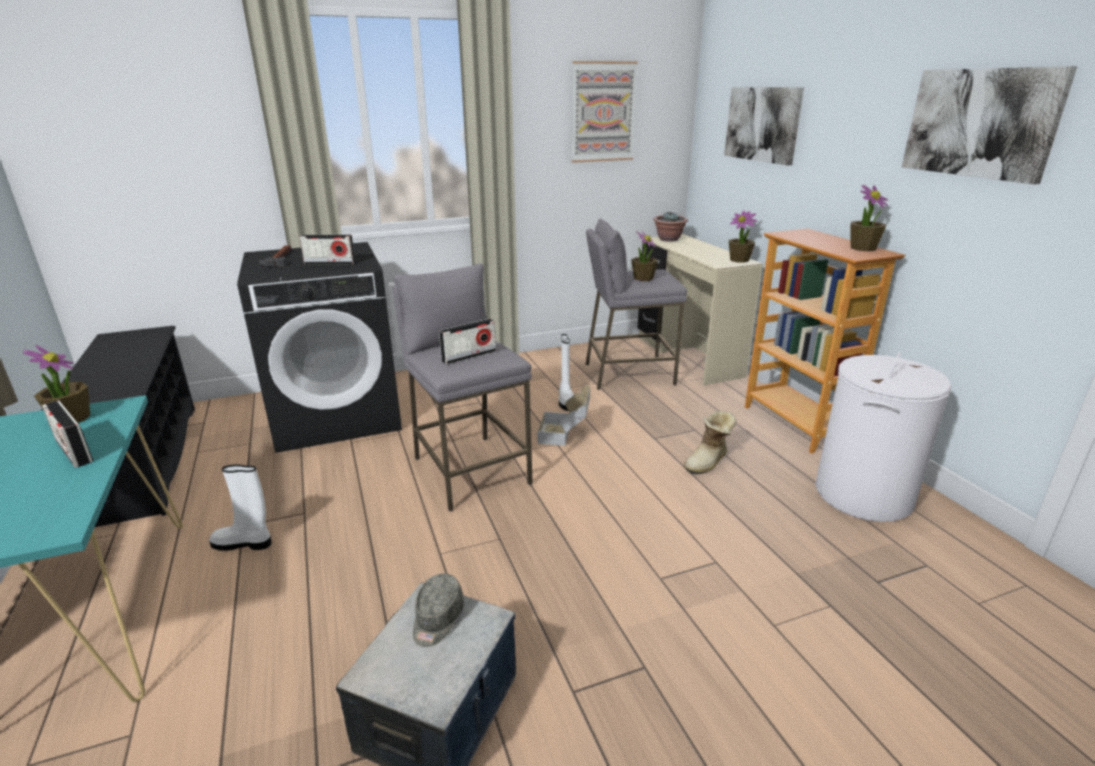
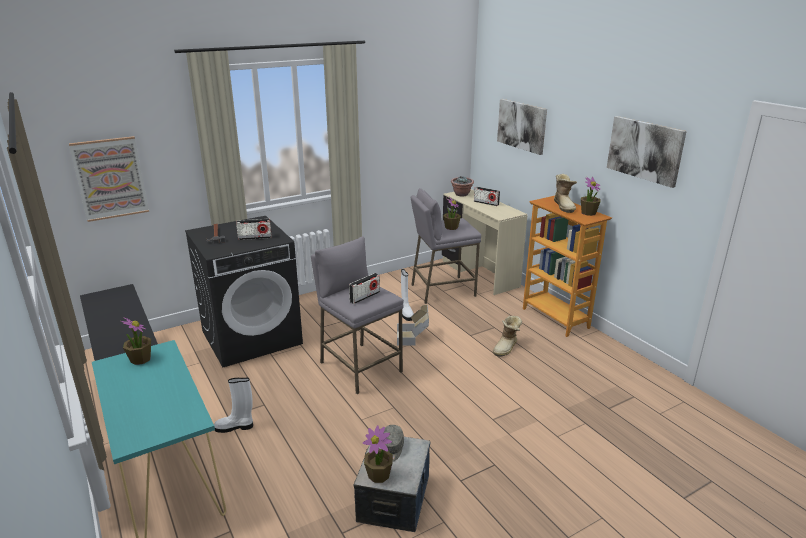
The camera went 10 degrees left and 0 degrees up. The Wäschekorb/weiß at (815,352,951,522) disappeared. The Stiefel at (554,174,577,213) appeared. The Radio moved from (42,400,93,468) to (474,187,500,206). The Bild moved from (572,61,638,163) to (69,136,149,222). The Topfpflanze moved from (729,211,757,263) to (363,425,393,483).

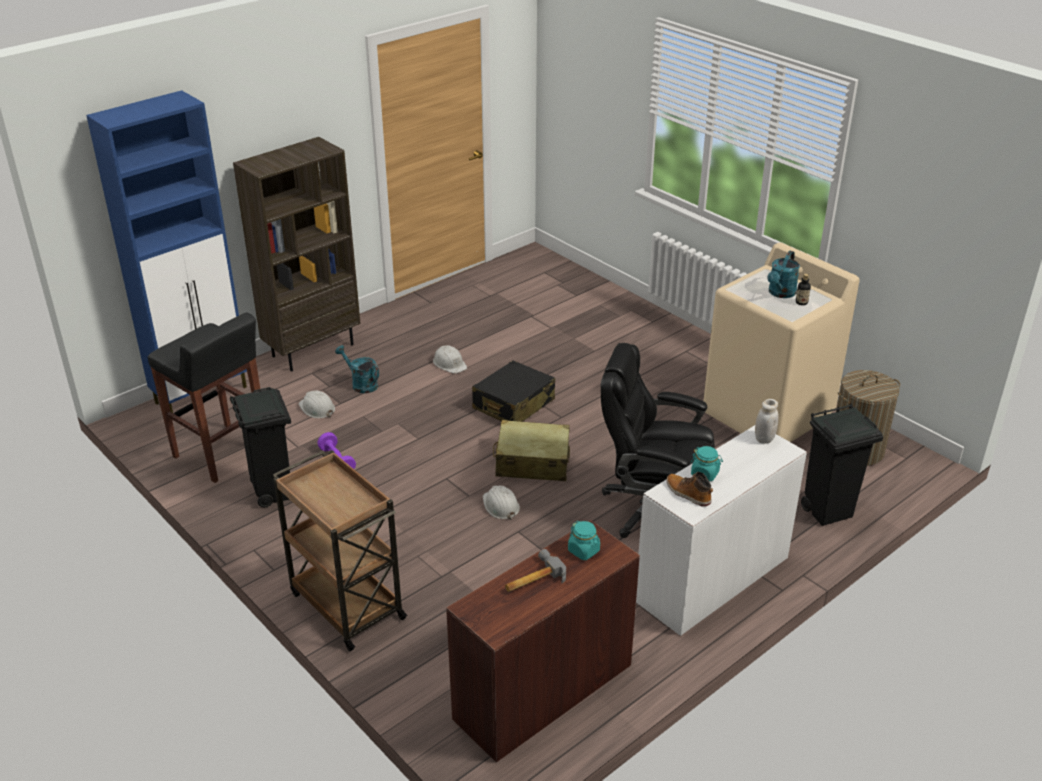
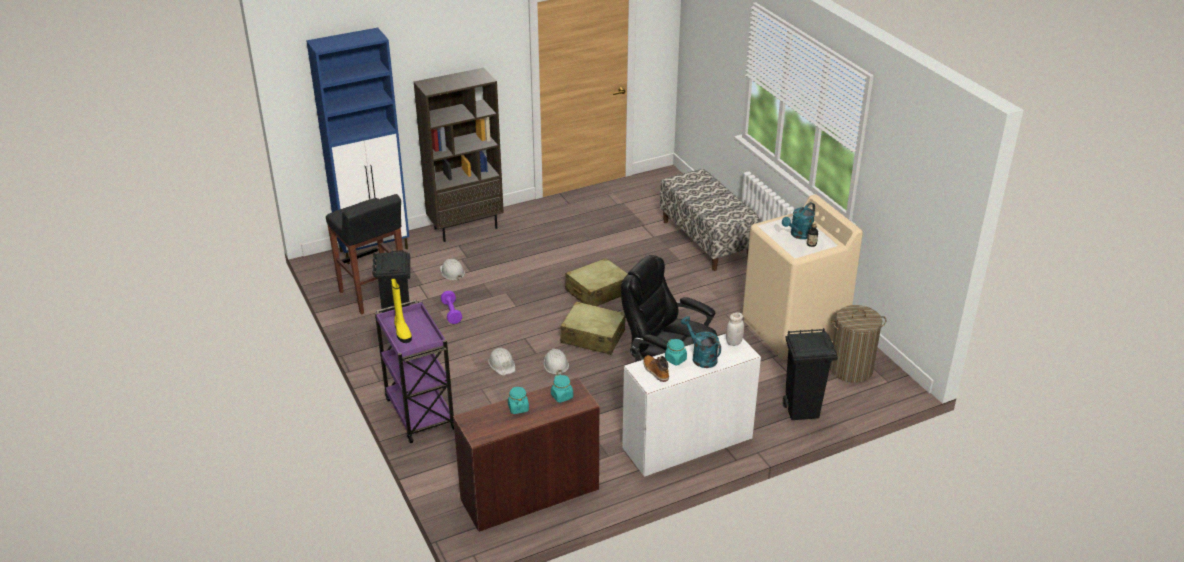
The camera went 15 degrees right and 0 degrees up. The Stiefel/gelb at (391,278,412,343) appeared. The Bank at (660,169,760,271) appeared. The Gießkanne/türkis moved from (335,345,379,393) to (681,316,721,368). The Schutzhelm/weiß moved from (433,345,467,374) to (488,348,515,375). The Hammer at (505,549,566,592) was replaced by the Vorratsglas/türkis at (508,386,529,414). The Rollwagen/braun at (273,450,408,651) became the Rollwagen/lila at (375,300,454,443). The Koffer/schwarz at (472,360,555,422) became the Koffer/beige at (565,258,628,306).

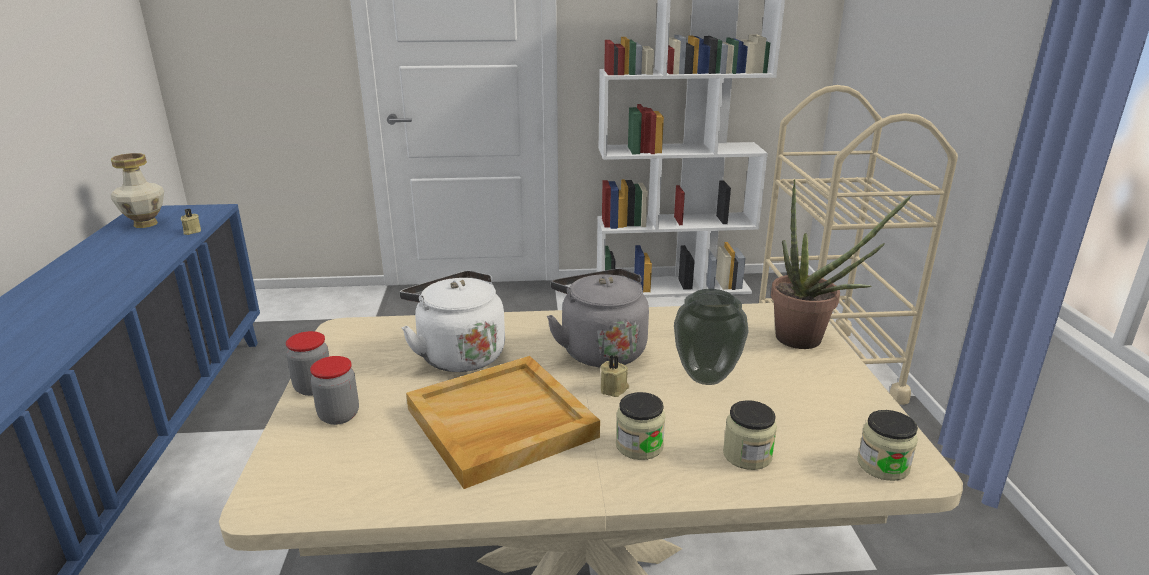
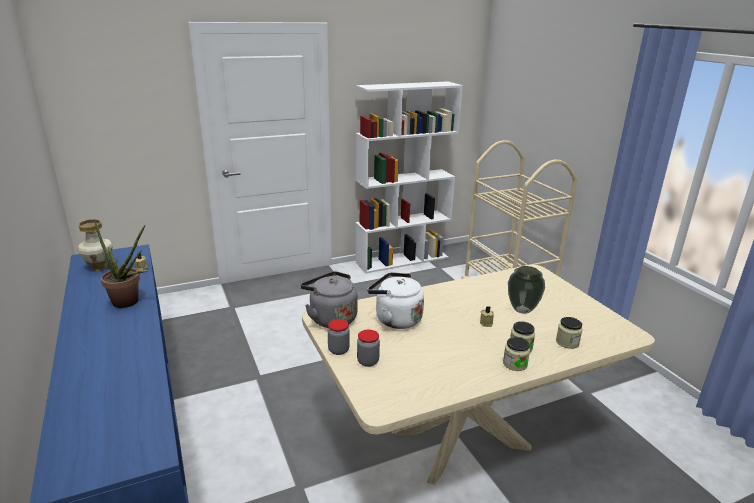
The camera went 20 degrees left and 0 degrees up. The Tablett/beige at (406,356,600,489) disappeared. The Wasserkessel/grau moved from (547,268,649,367) to (301,271,358,328). The Topfpflanze moved from (771,179,912,349) to (94,220,148,308). The Vorratsglas moved from (857,410,918,481) to (503,337,530,371).

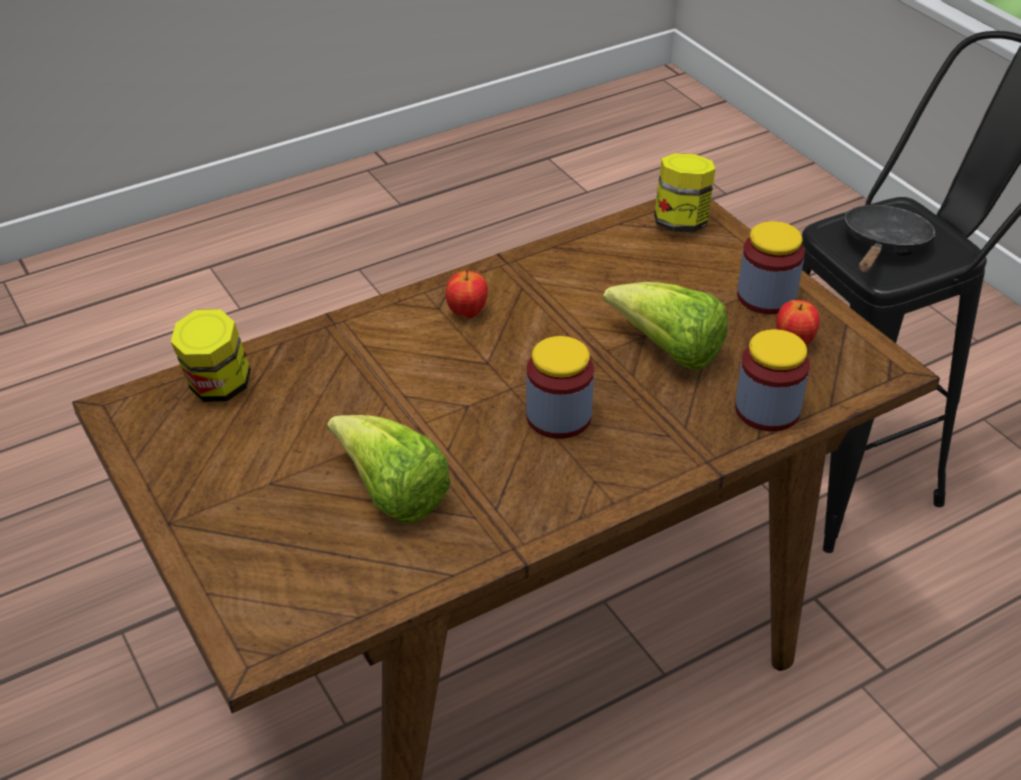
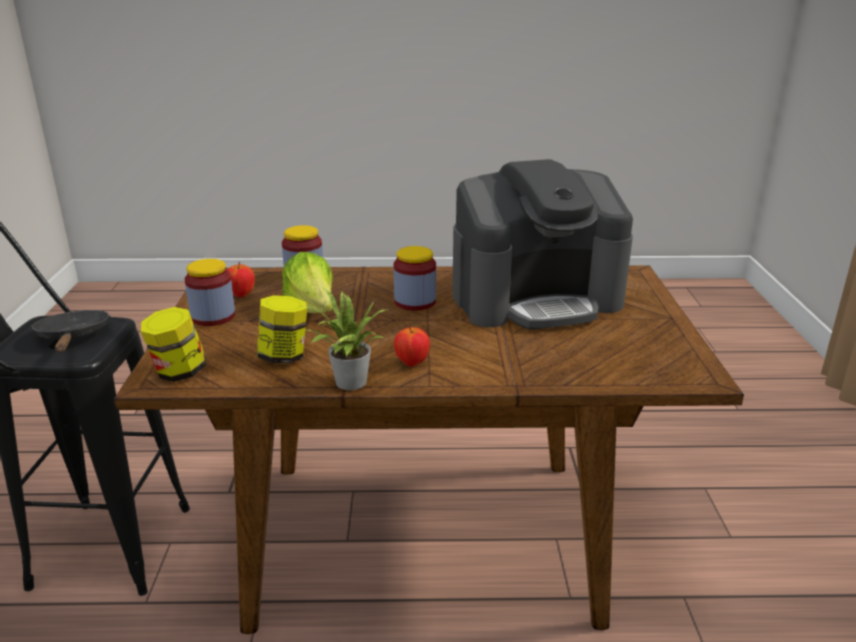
The camera went 150 degrees left and 15 degrees down. The Topfpflanze at (298,287,388,390) appeared. The Vorratsglas moved from (171,309,251,402) to (257,295,307,364). The Salatkopf at (327,415,451,523) was replaced by the Kaffeemaschine at (452,159,633,330). The Pfanne/schwarz at (845,205,936,273) turned 105 degrees clockwise.

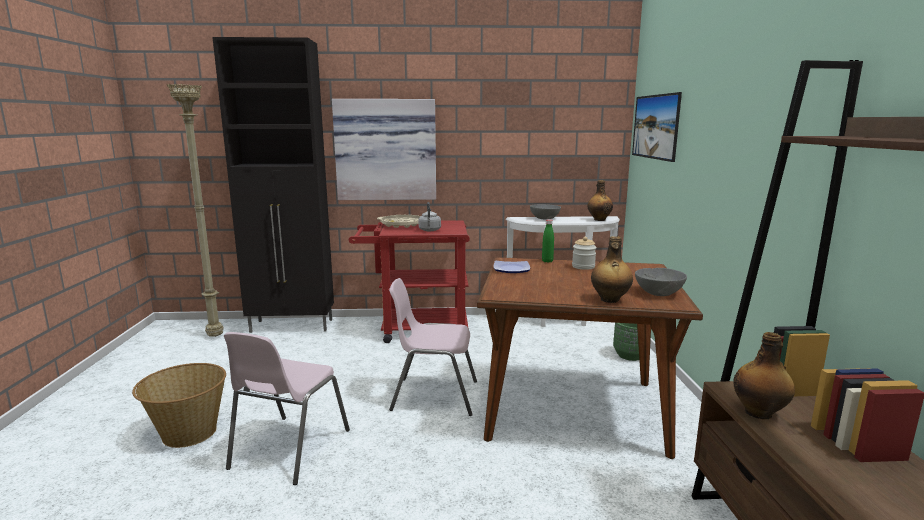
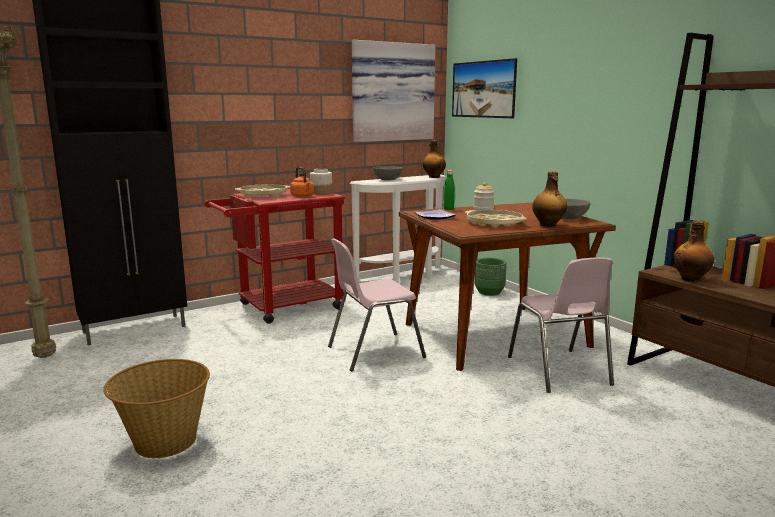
The camera went 30 degrees left and 0 degrees up. The Vorratsglas at (310,169,332,195) appeared. The Tablett/beige at (465,210,527,228) appeared. The Stuhl/rosa moved from (224,332,350,485) to (508,257,614,393). The Bild moved from (332,99,436,200) to (352,40,435,142). The Wasserkessel/grau at (418,202,441,231) became the Wasserkessel/orange at (290,167,314,198).

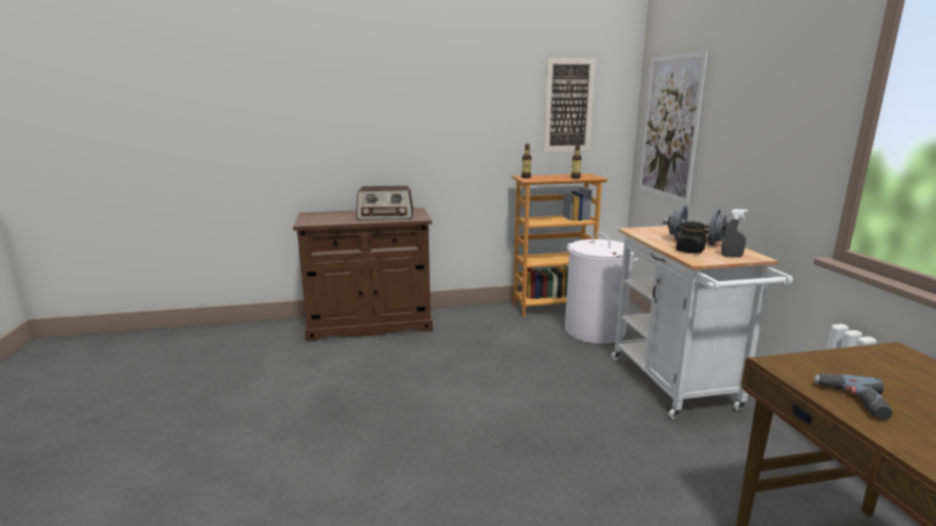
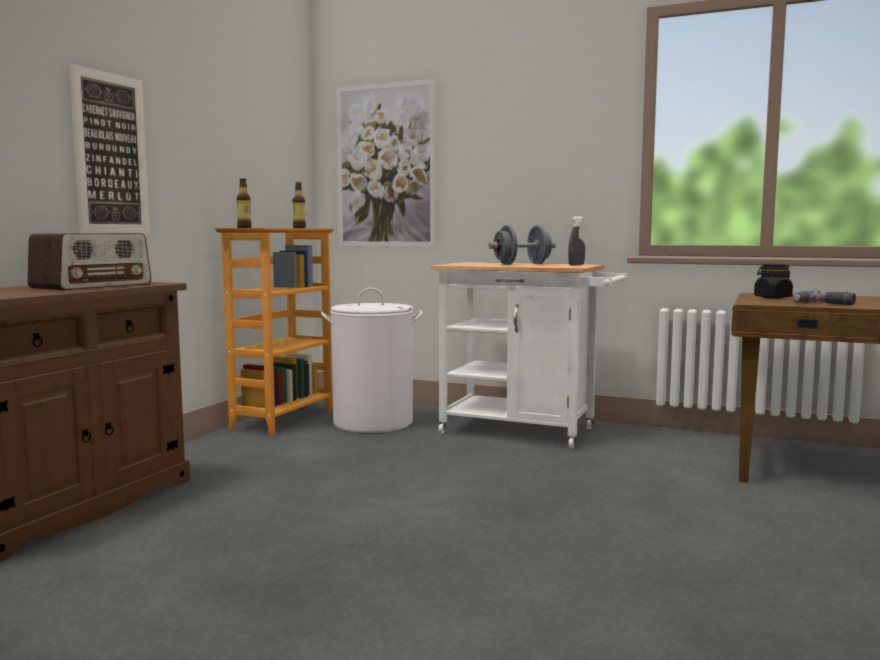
The camera went 55 degrees left and 10 degrees down. The Bild moved from (543,58,596,152) to (69,64,150,233). The Vorratsglas/schwarz moved from (675,221,709,254) to (754,264,793,299).

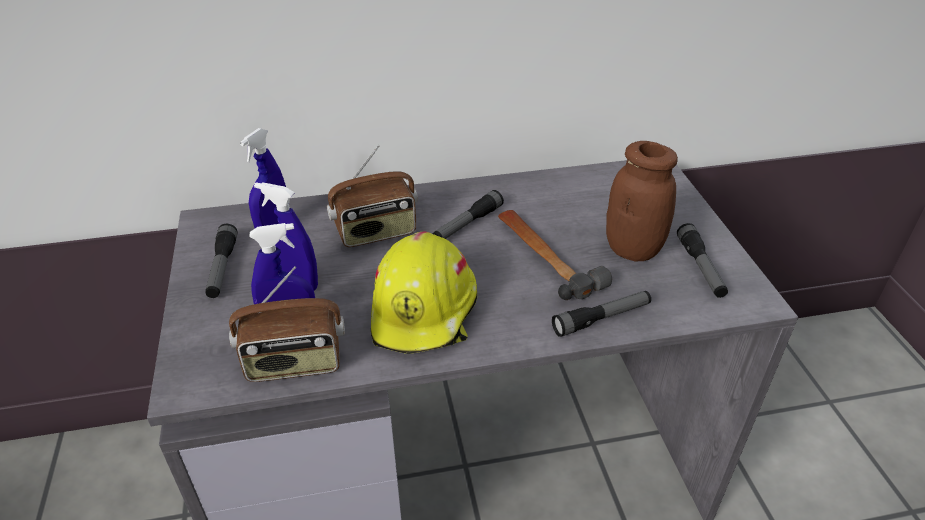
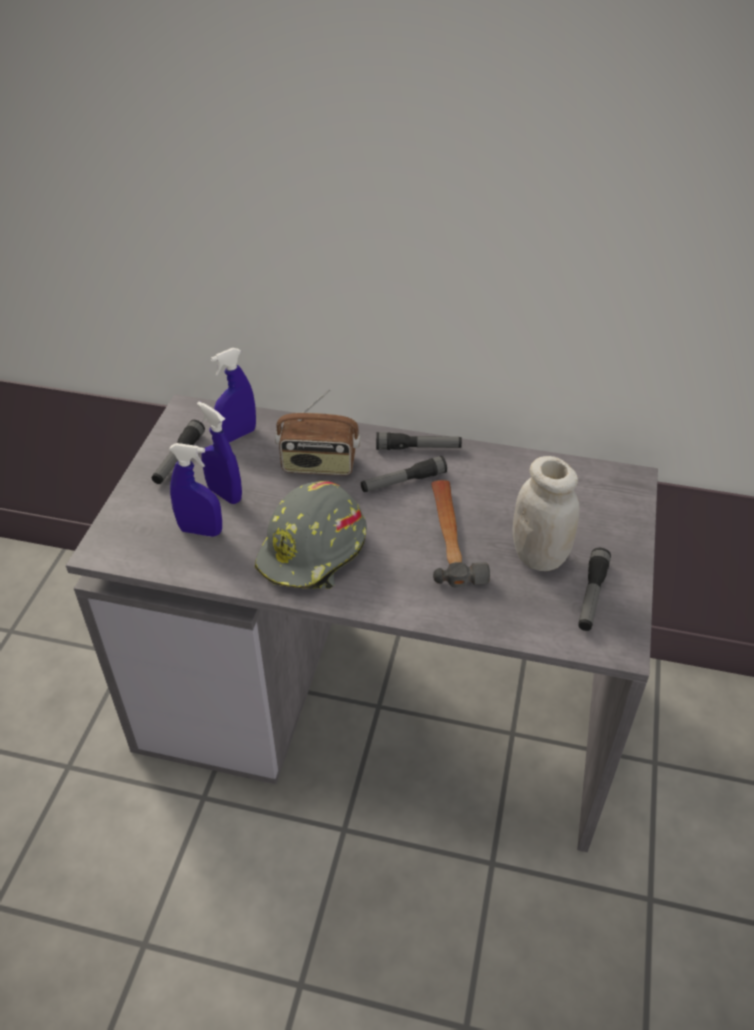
The camera went 25 degrees right and 5 degrees up. The Radio at (229,266,345,382) disappeared. The Taschenlampe moved from (552,291,651,337) to (376,432,462,450). The Schutzhelm/gelb at (371,231,477,354) became the Schutzhelm/grau at (255,481,367,589). The Vorratsglas/braun at (606,141,678,261) became the Vorratsglas/weiß at (512,456,580,571).

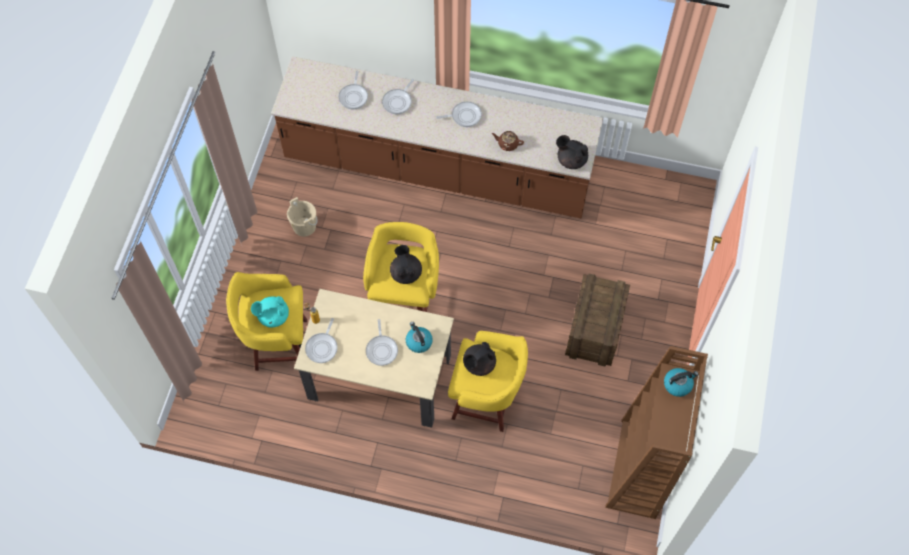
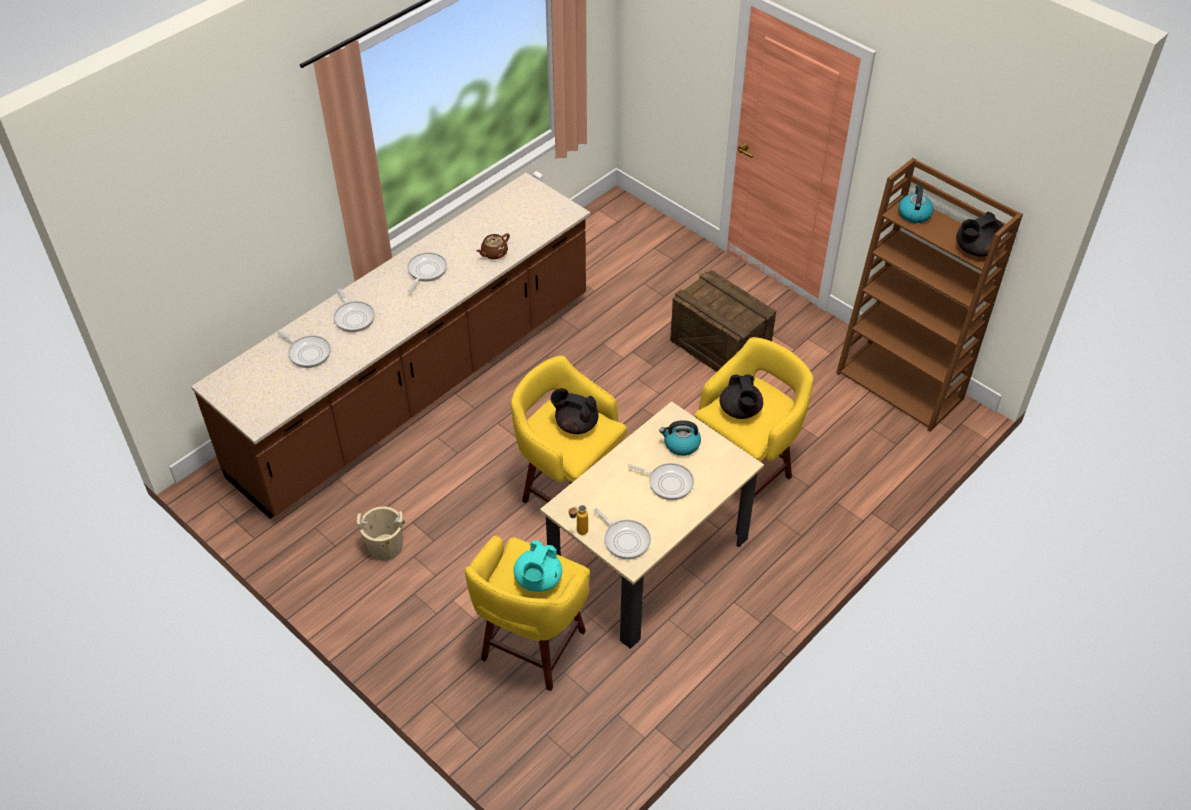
The camera went 60 degrees left and 15 degrees down. The Teekanne/schwarz moved from (556,135,588,169) to (956,211,1003,257).

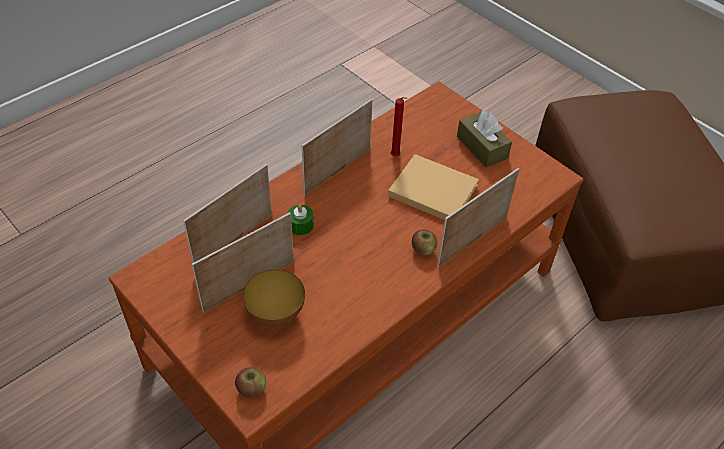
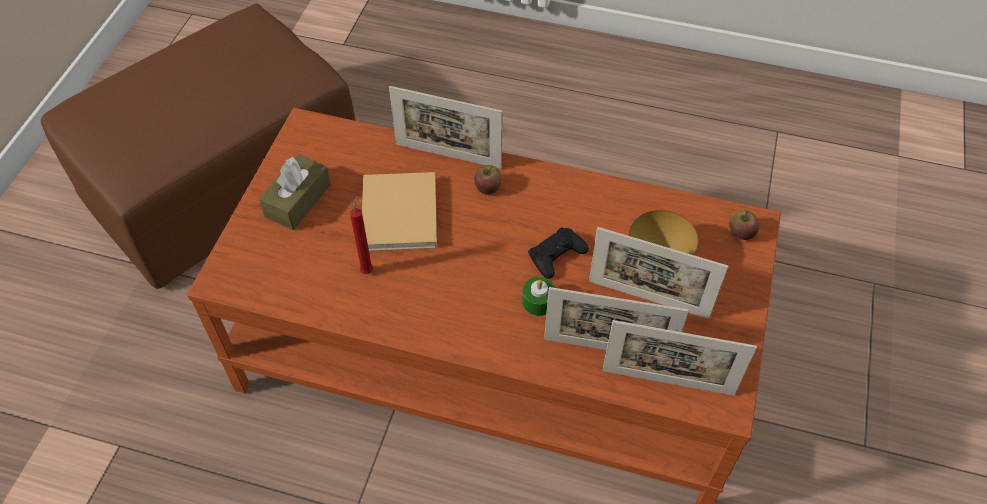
The camera went 120 degrees left and 5 degrees up. The Gamepad/schwarz at (528,227,589,279) appeared. The Bilderrahmen moved from (301,99,372,196) to (603,320,757,396).

